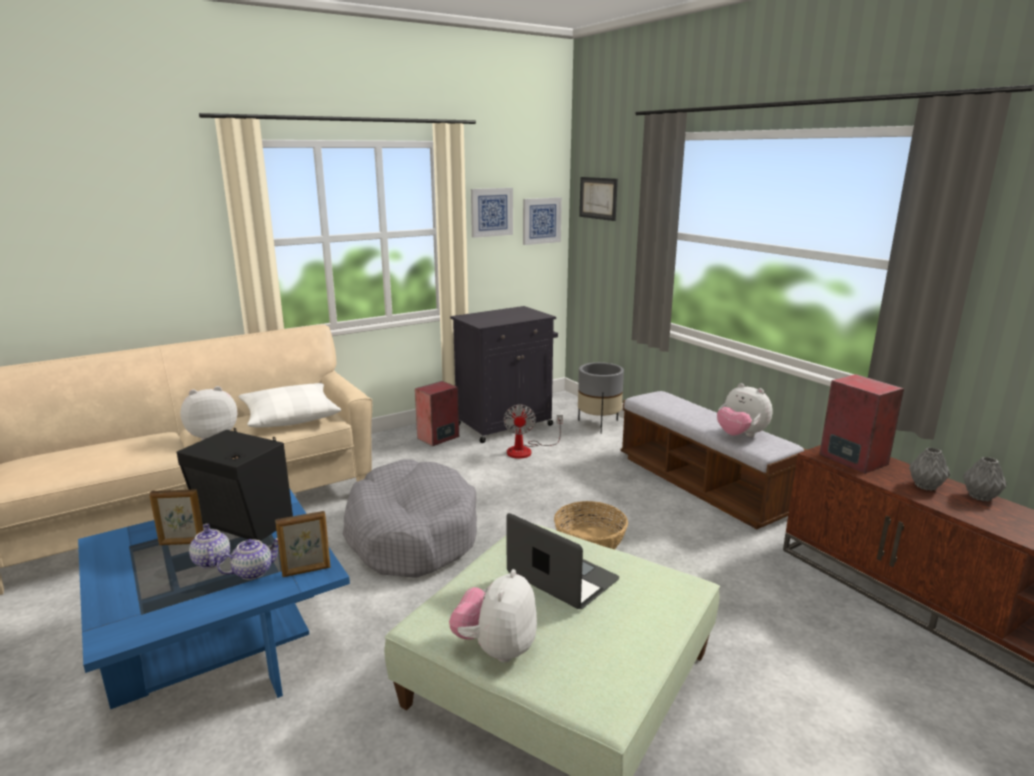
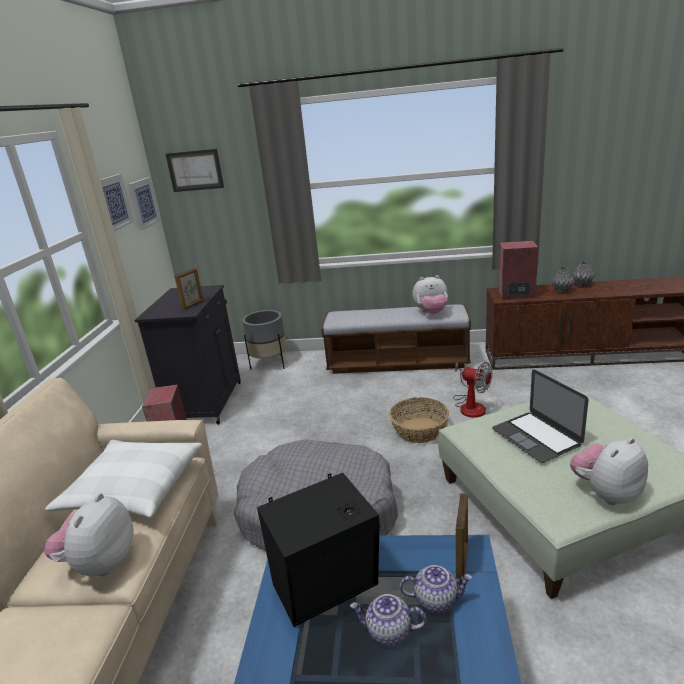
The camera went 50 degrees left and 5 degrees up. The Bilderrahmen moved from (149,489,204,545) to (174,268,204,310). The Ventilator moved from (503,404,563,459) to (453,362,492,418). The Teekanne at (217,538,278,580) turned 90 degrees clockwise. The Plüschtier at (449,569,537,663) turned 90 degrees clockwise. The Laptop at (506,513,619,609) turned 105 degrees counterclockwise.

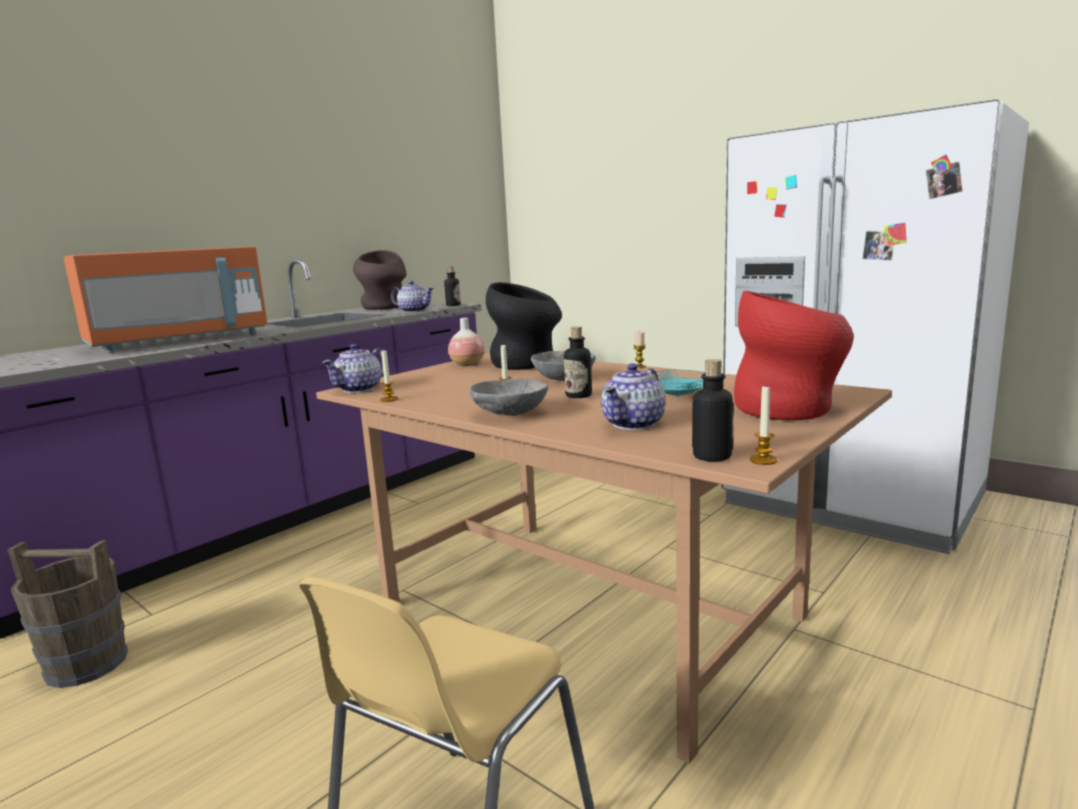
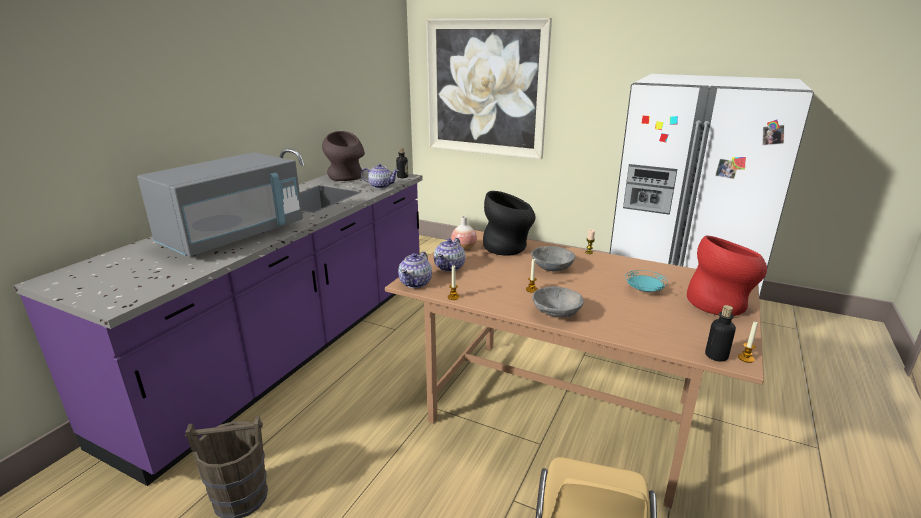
The camera went 15 degrees left and 10 degrees up. The Flasche at (564,327,592,398) disappeared. The Bild at (426,18,552,160) appeared. The Teekanne moved from (601,363,665,430) to (434,238,465,272). The Mikrowelle/orange at (64,246,268,352) became the Mikrowelle/grau at (137,152,303,256).

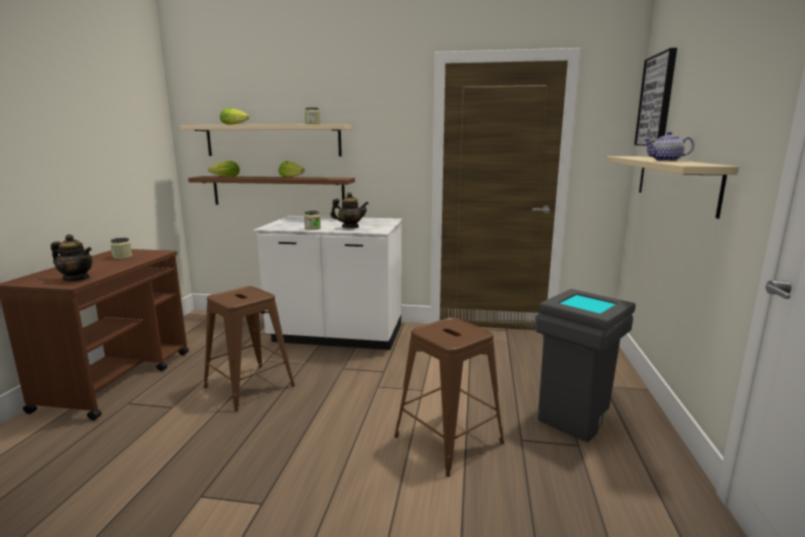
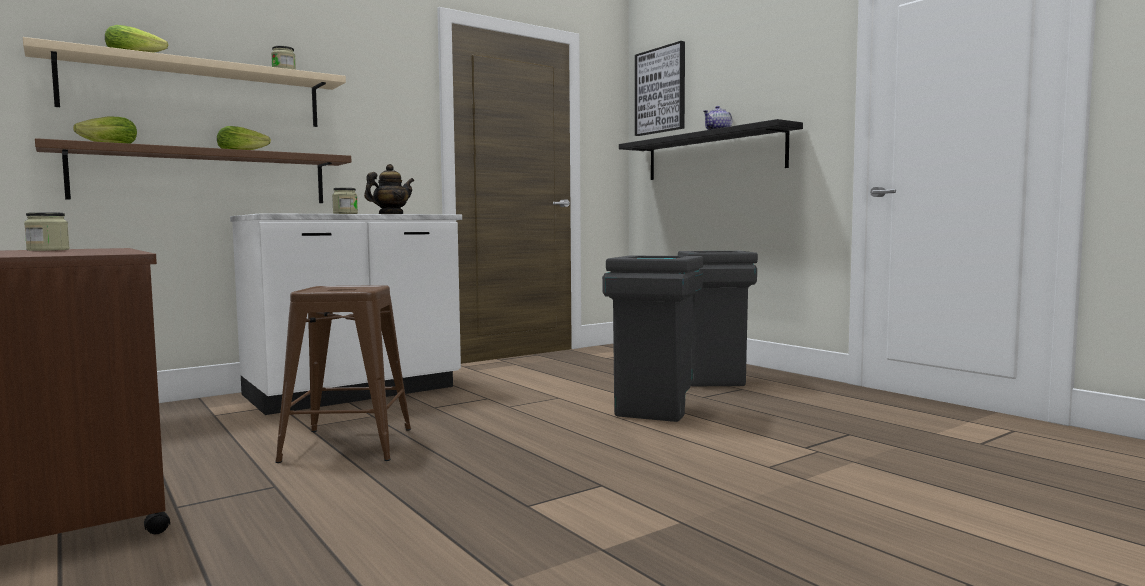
The camera went 45 degrees left and 10 degrees down. The Teekanne at (51,234,93,281) disappeared. The Hocker/braun at (394,317,504,477) was replaced by the Mülleimer/grau at (602,256,703,422). The Wandregal/beige at (606,156,739,219) became the Wandregal/schwarz at (619,119,803,180).

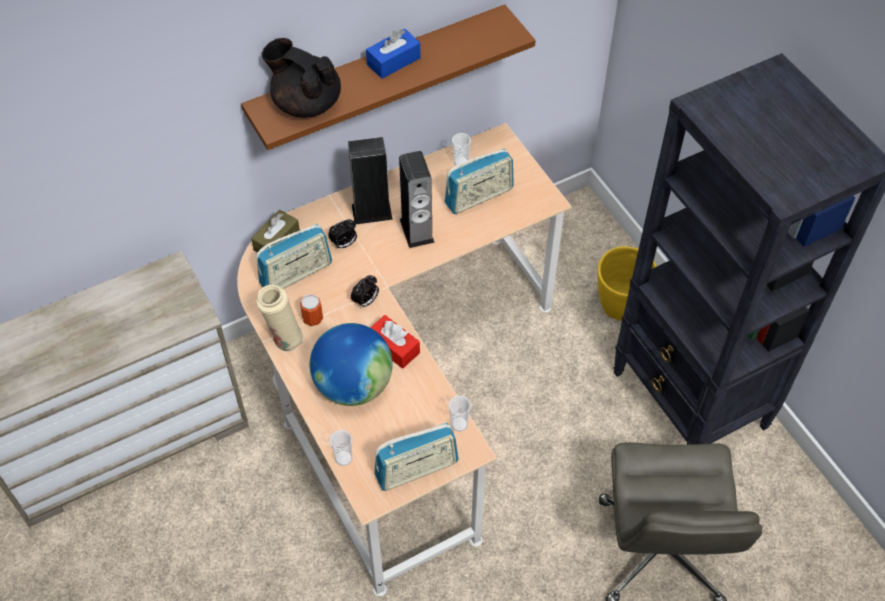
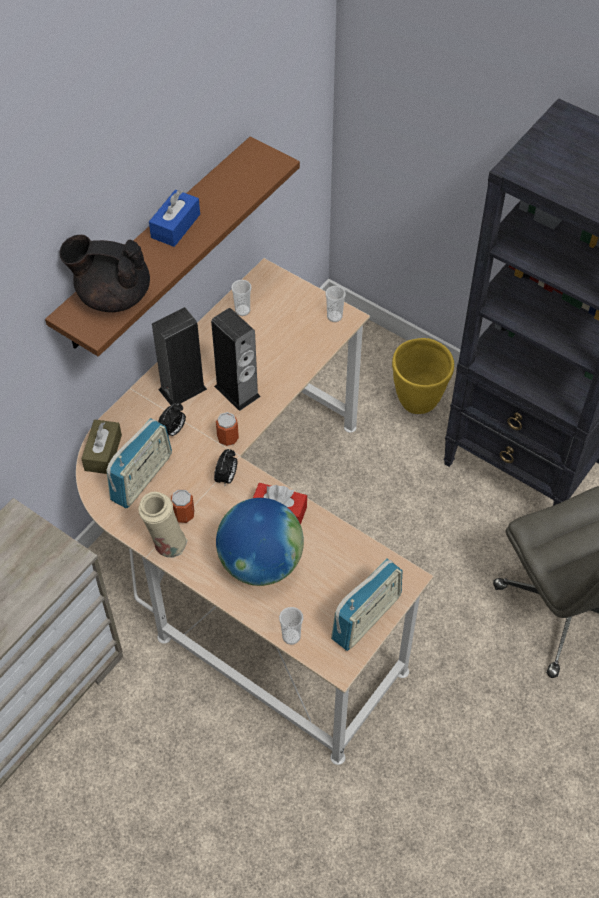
The camera went 25 degrees left and 0 degrees up. The Radio at (444,148,514,214) disappeared. The Dose at (216,412,239,446) appeared. The Tasse moved from (449,396,471,432) to (325,286,346,322).

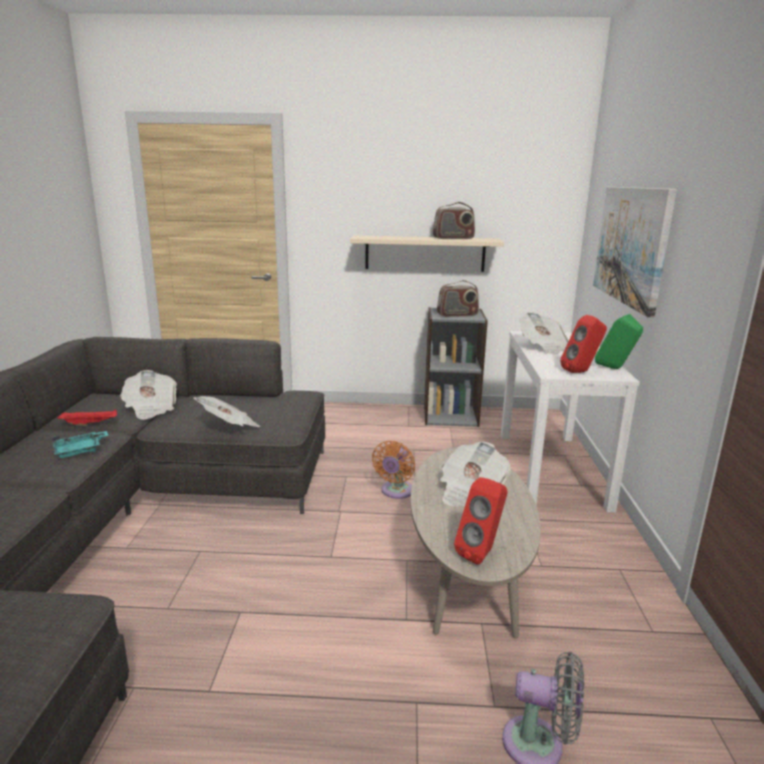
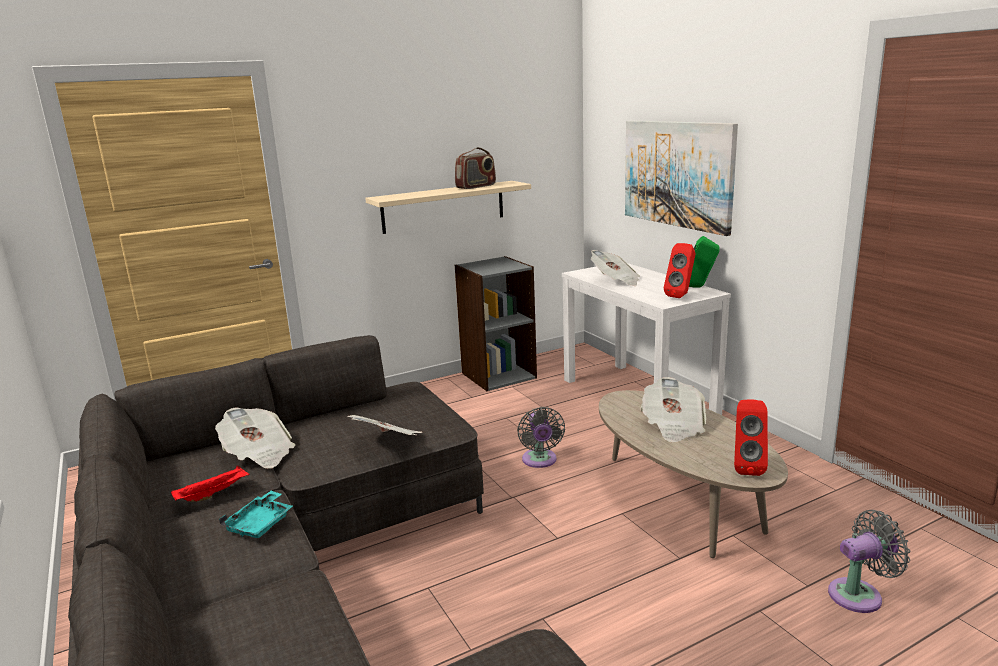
The camera went 30 degrees left and 0 degrees up. The Radio at (437,280,479,317) disappeared. The Ventilator/orange at (372,441,415,499) became the Ventilator/grau at (517,407,565,468).

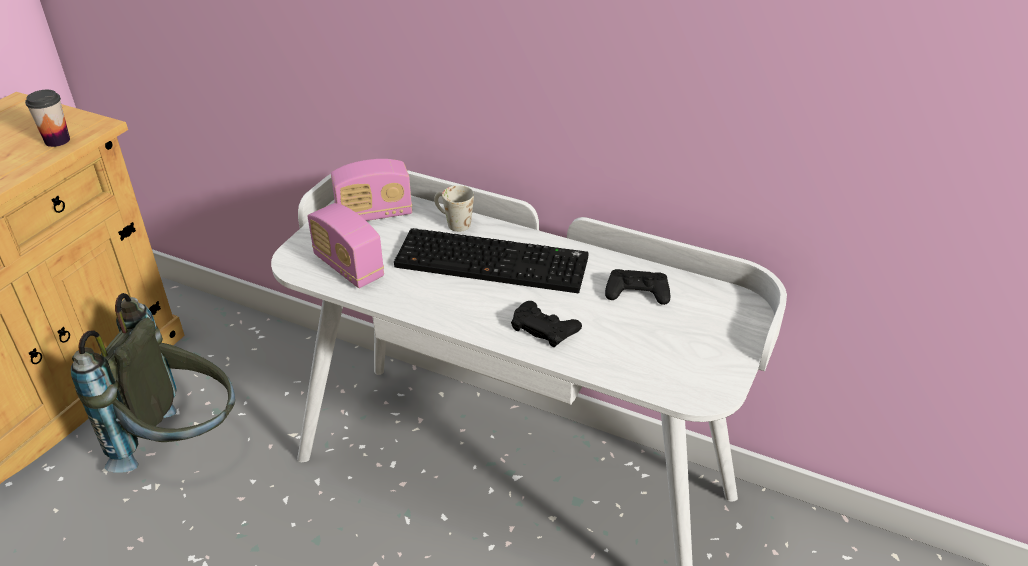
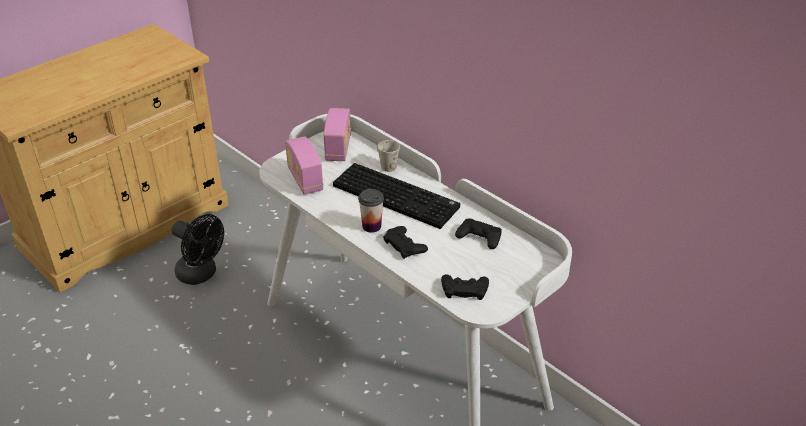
The camera went 20 degrees right and 0 degrees up. The Gamepad/schwarz at (441,274,489,300) appeared. The Tasse moved from (25,90,70,147) to (358,189,384,233). The Rucksack/grau at (71,293,235,473) was replaced by the Ventilator/schwarz at (172,214,224,285). The Radio at (331,159,412,221) turned 90 degrees counterclockwise.

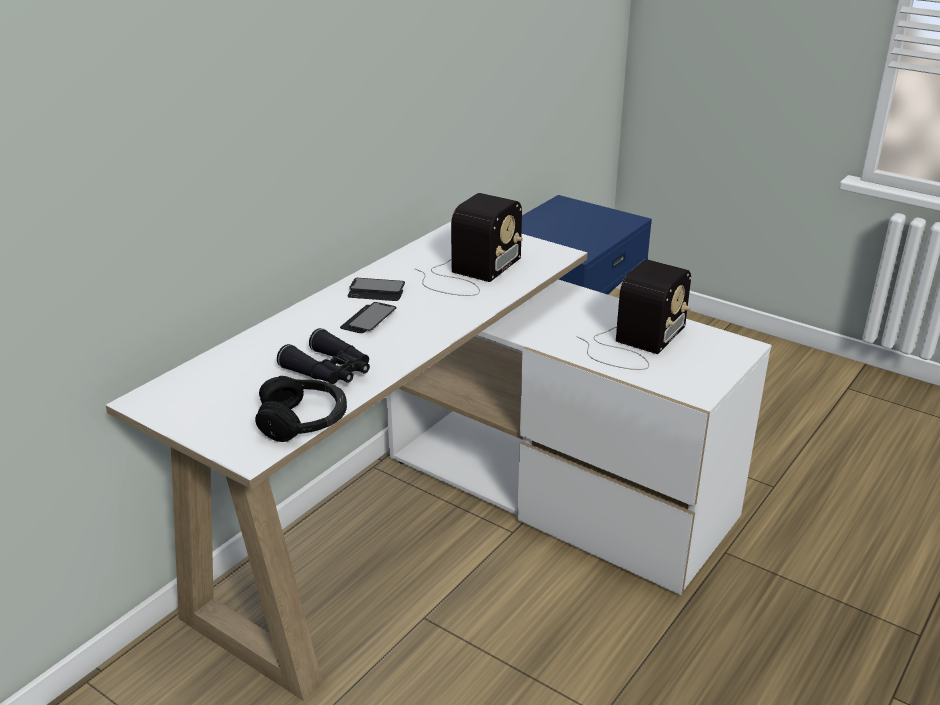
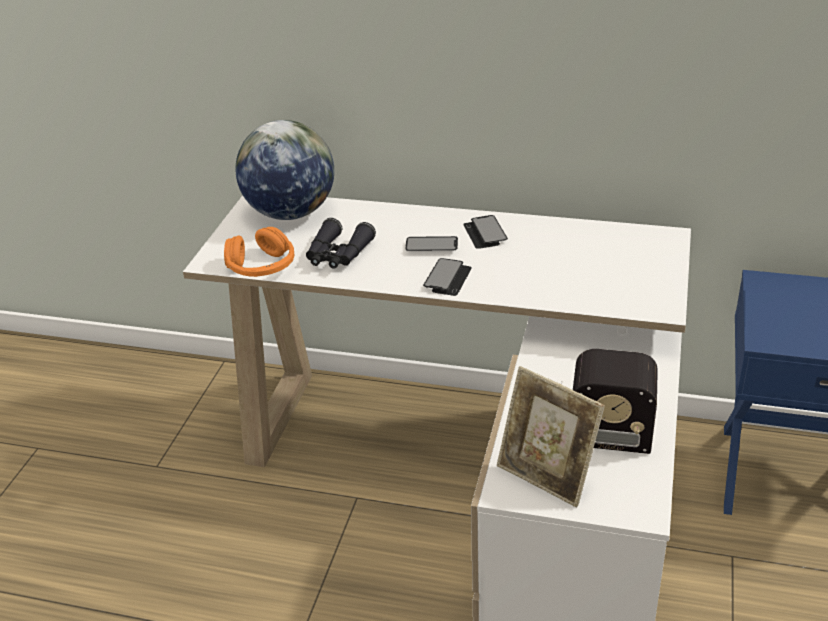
The camera went 70 degrees right and 5 degrees up. The Radio at (415,193,523,296) disappeared. The Globus at (235,120,334,220) appeared. The Handy at (423,258,472,296) appeared. The Bilderrahmen at (497,366,605,507) appeared. The Kopfhörer/schwarz at (255,376,347,442) became the Kopfhörer/orange at (224,227,294,277).

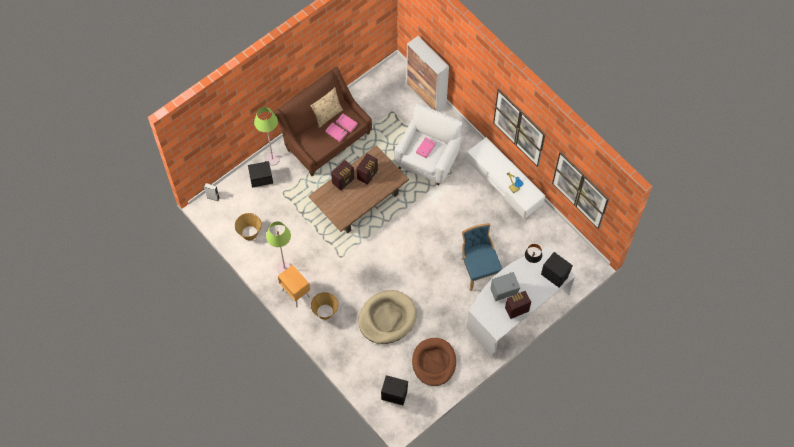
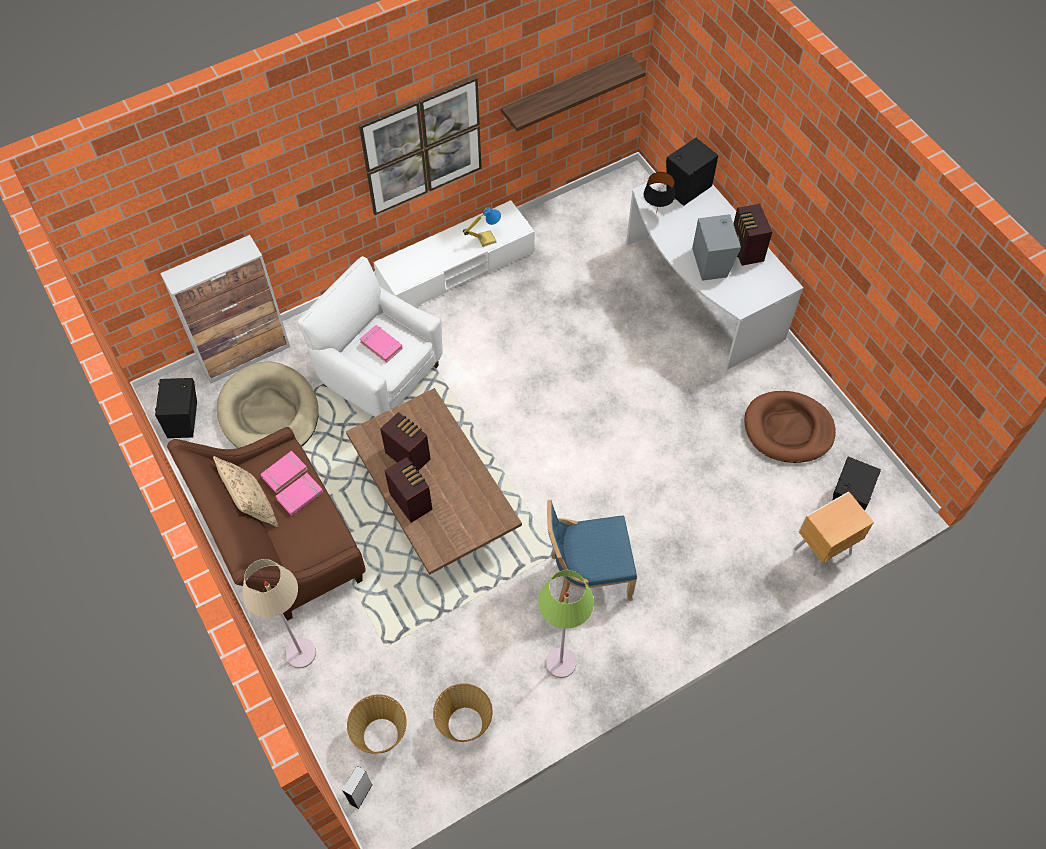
The camera went 80 degrees left and 5 degrees down. The Lautsprecher/schwarz moved from (248,161,273,188) to (155,378,197,438). The Nachttisch/braun moved from (278,265,311,307) to (794,491,874,576). The Korb moved from (311,292,338,320) to (347,694,407,754). The Hundebett/beige moved from (358,290,417,344) to (217,361,318,448). The Stuhl/blau moved from (462,223,502,291) to (547,500,637,603). The Bild at (552,151,609,229) was replaced by the Wandregal at (501,54,646,131). The Stehlampe/grün at (254,107,280,166) became the Stehlampe/beige at (242,559,316,668).

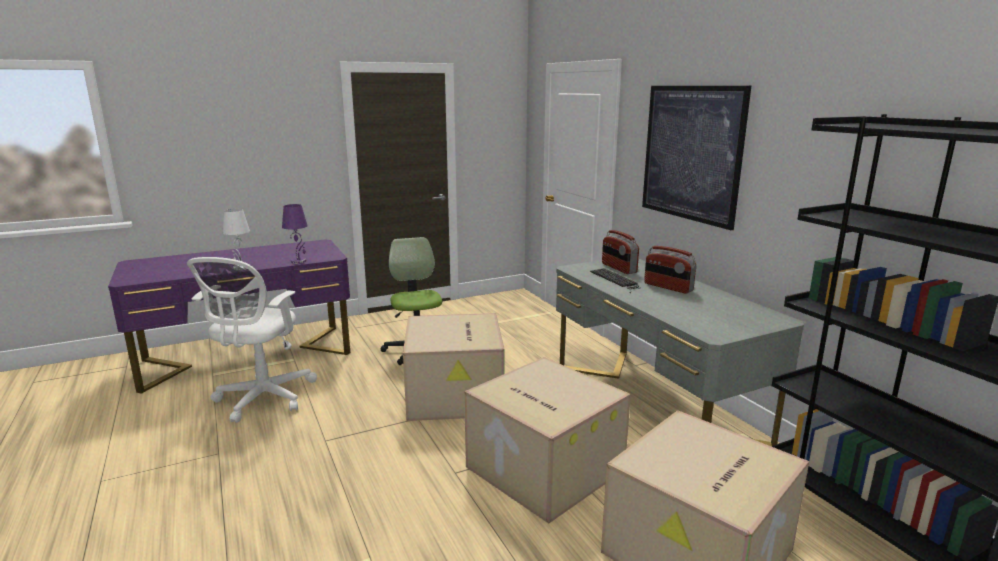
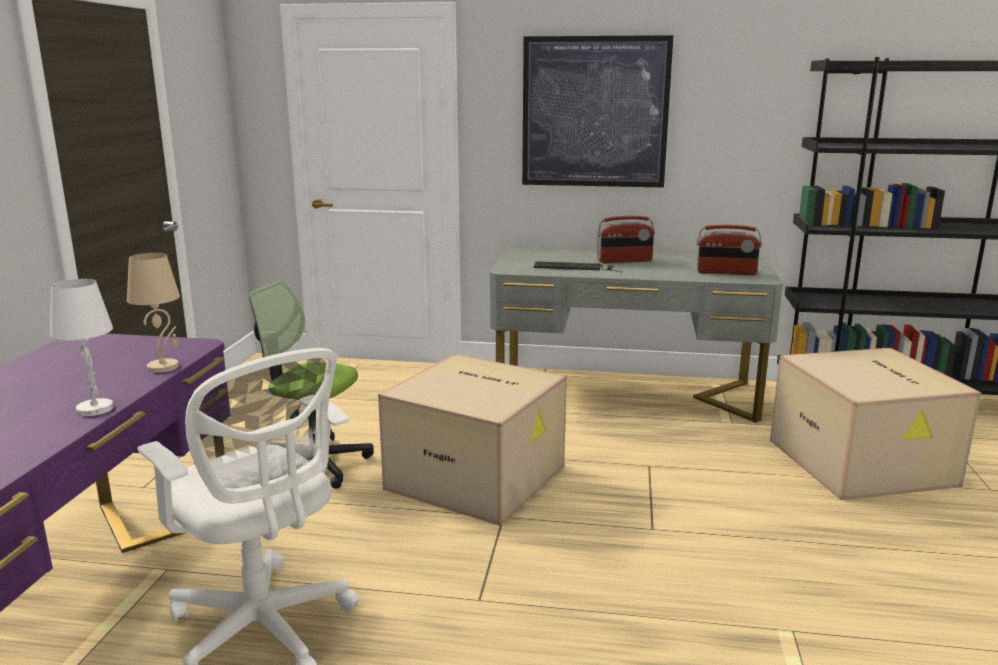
The camera went 55 degrees left and 0 degrees up. The Karton at (464,357,631,524) disappeared. The Radio moved from (602,230,639,274) to (697,225,762,275). The Tischlampe/lila at (282,204,308,264) became the Tischlampe/beige at (127,253,180,373).

